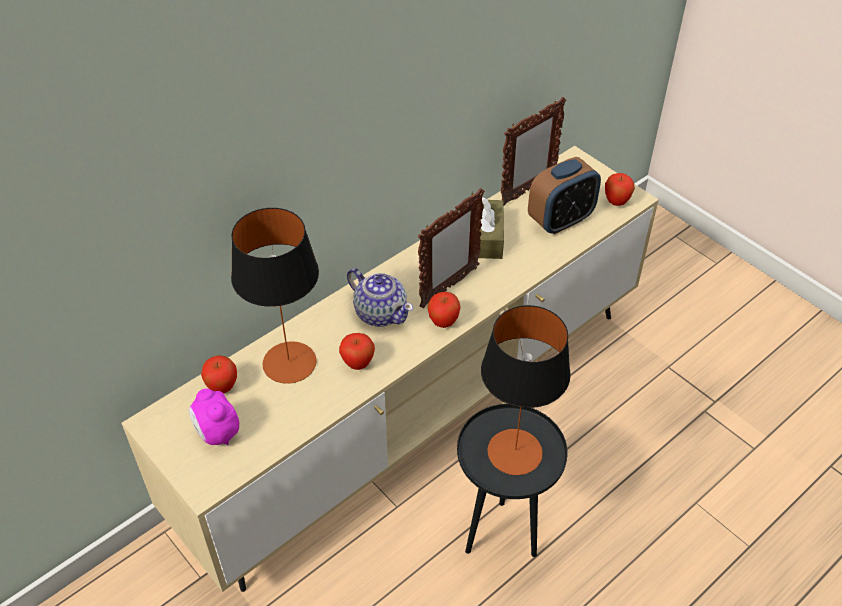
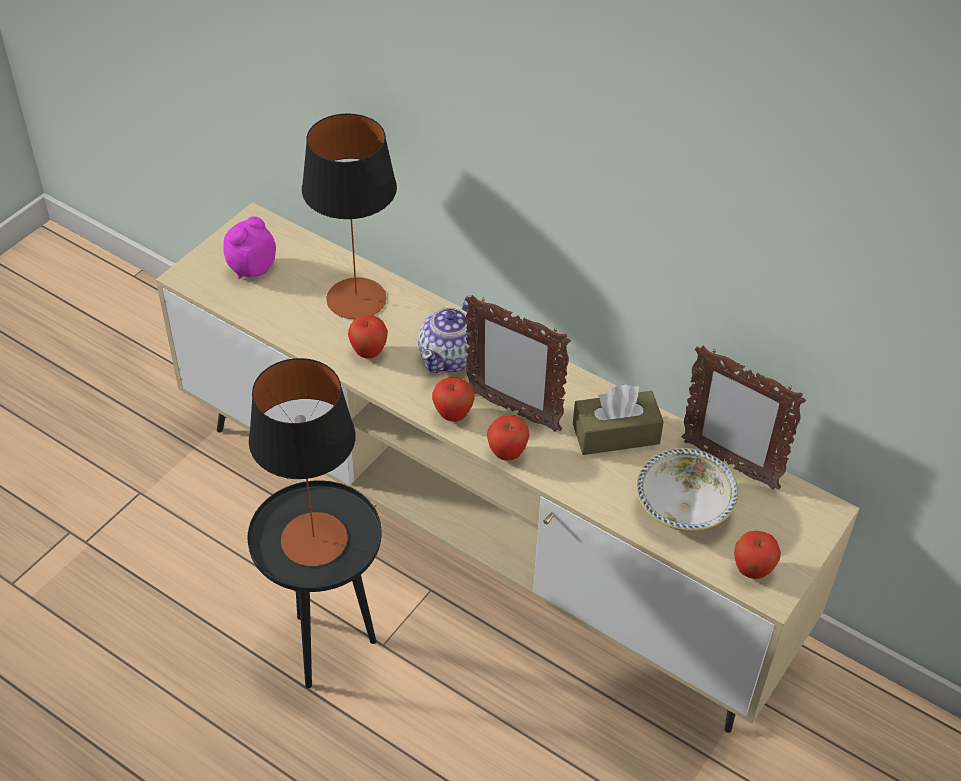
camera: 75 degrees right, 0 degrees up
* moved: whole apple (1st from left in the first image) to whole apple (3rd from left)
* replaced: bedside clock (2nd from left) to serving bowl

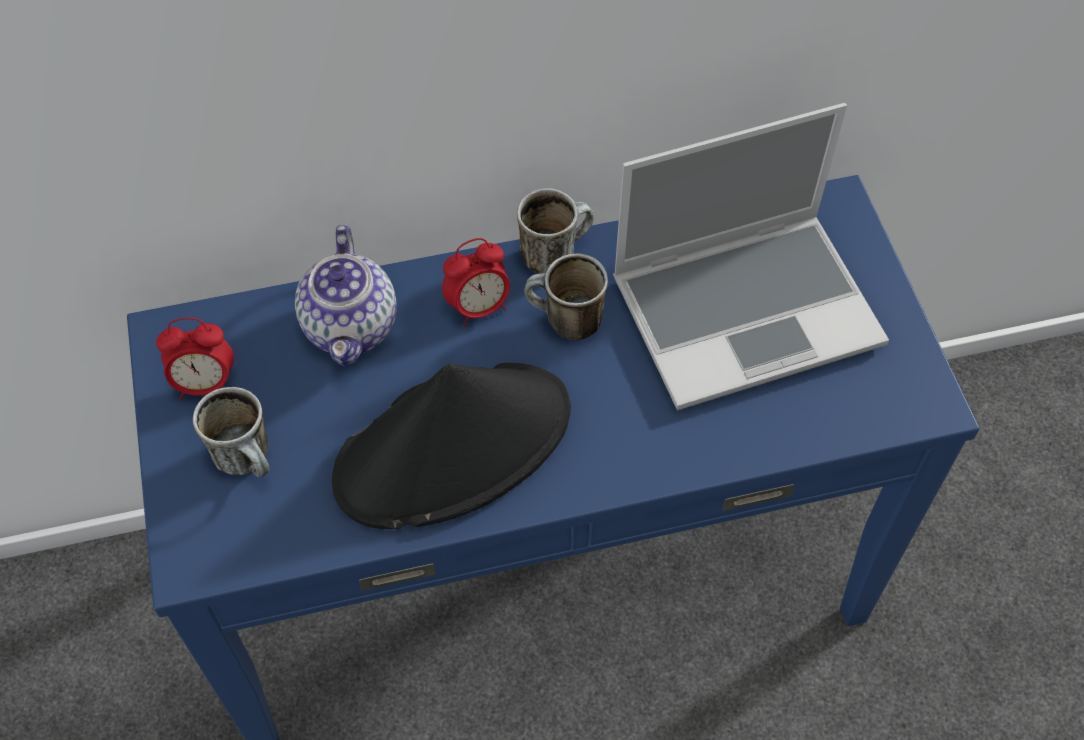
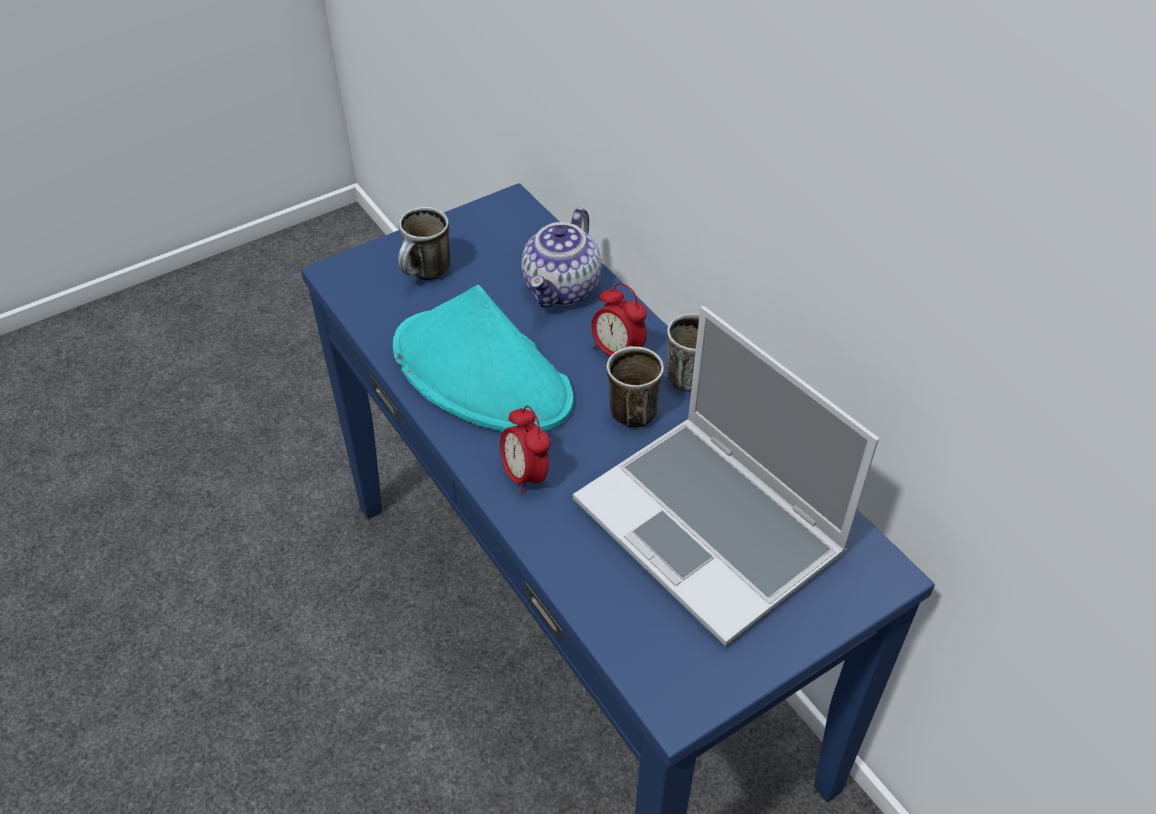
camera: 70 degrees right, 10 degrees down
* moved: bedside clock (1st from left)
* recoloured: black-coloured hat to blue-green hat
* turned: pot for tea 45 degrees counterclockwise

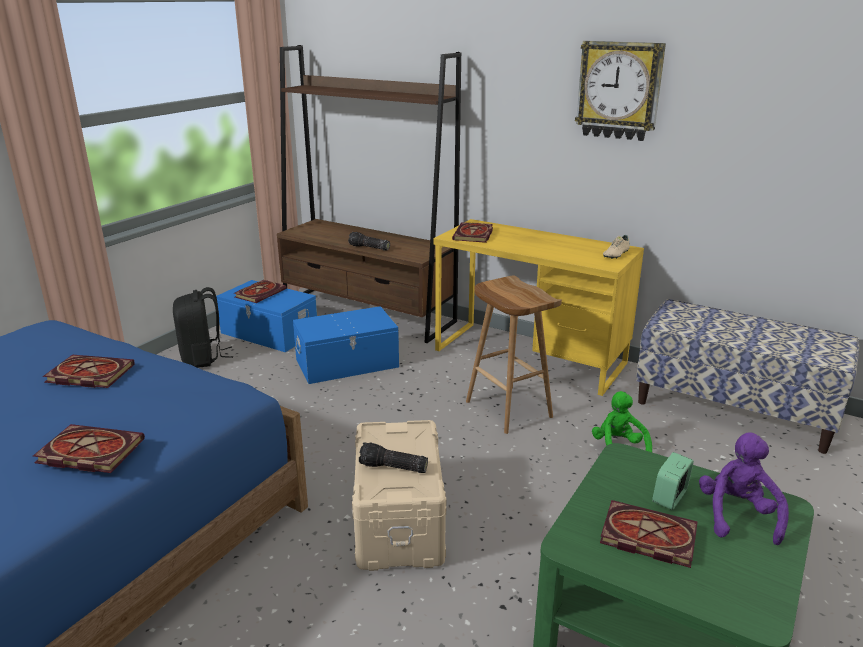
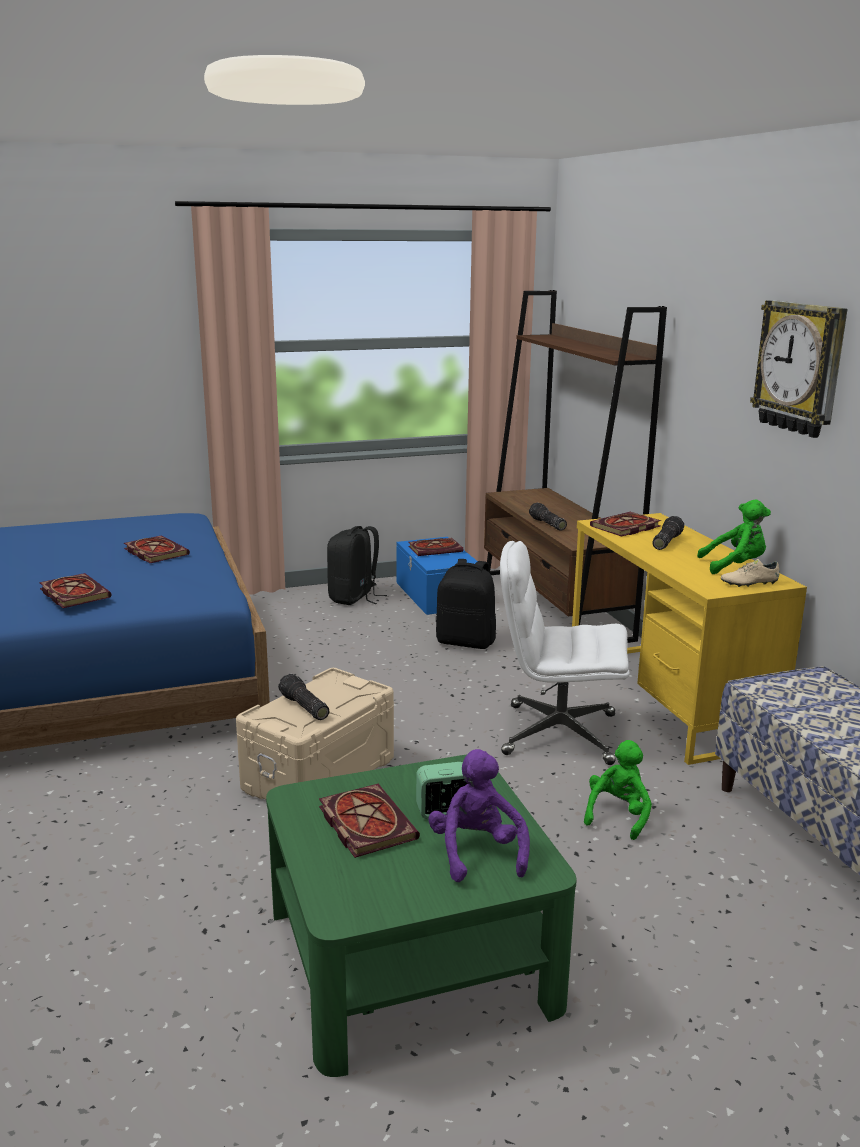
camera: 40 degrees right, 5 degrees down
* added: flashlight (3rd from left)
* added: green-coloured soft toy (2nd from left)
* replaced: bluish storage box (2nd from left) to black-coloured knapsack (2nd from left)
* replaced: brown-coloured stool to white-coloured desk chair
* turned: purple soft toy 60 degrees counterclockwise

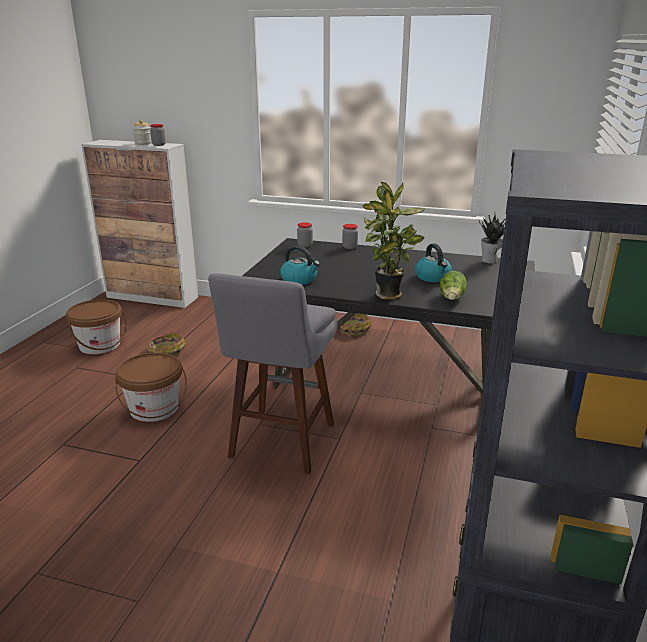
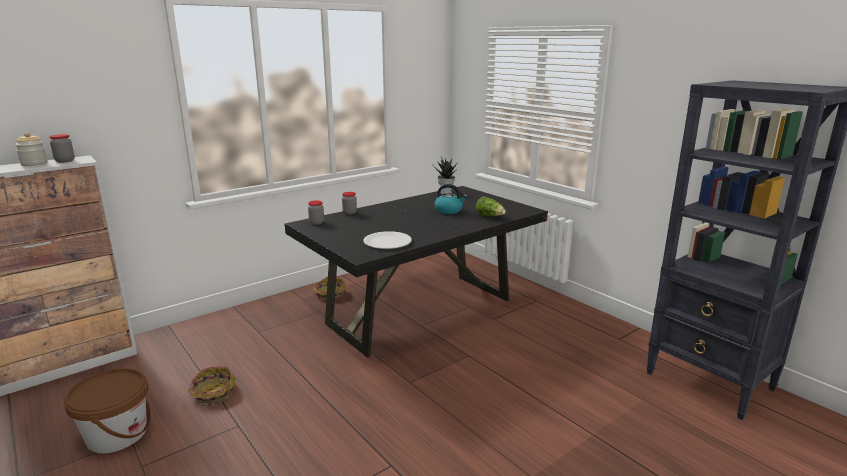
camera: 55 degrees left, 5 degrees down
* removed: brown-coloured bucket (2nd from left)
* removed: greyish stool
* removed: plant in a pot (1st from left)
* replaced: kettle (1st from left) to white-coloured dinner plate

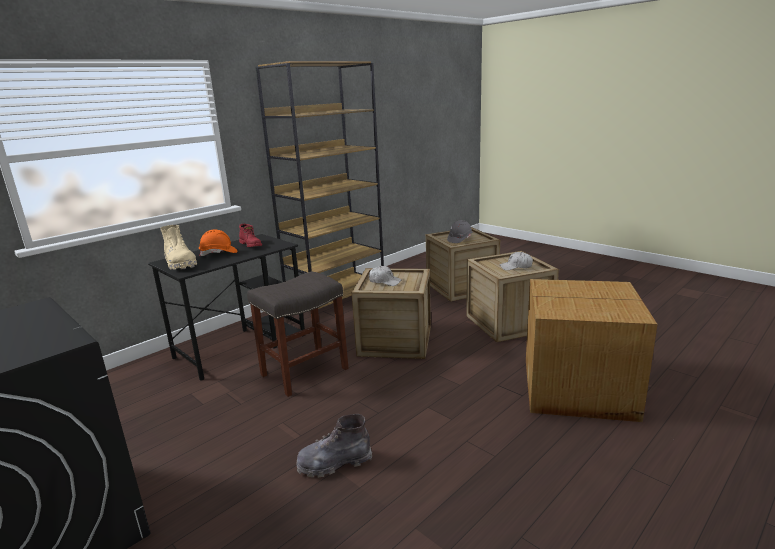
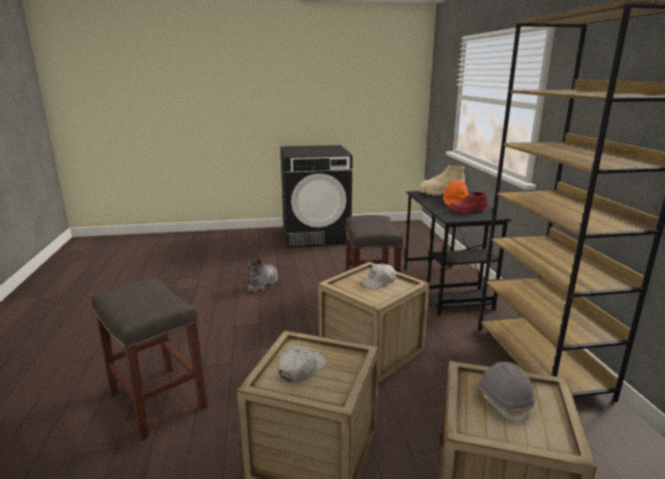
camera: 125 degrees right, 0 degrees up
* replaced: cardboard box to greyish stool (1st from left)

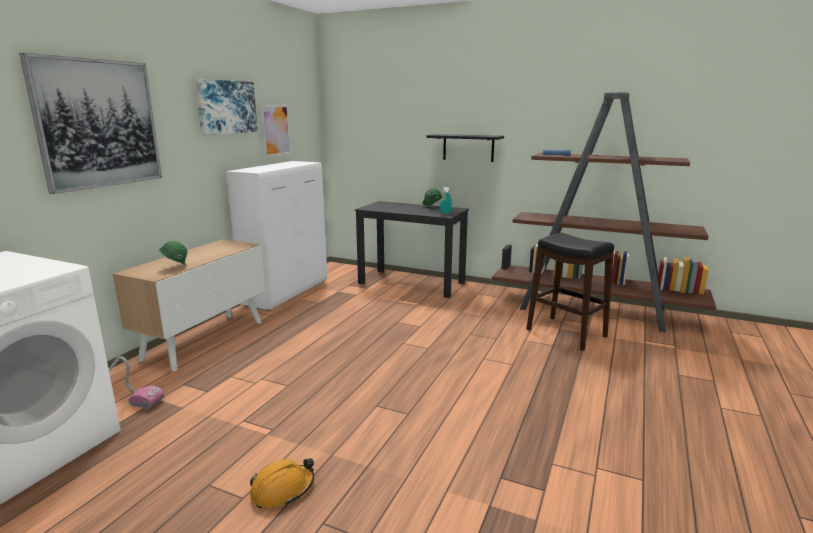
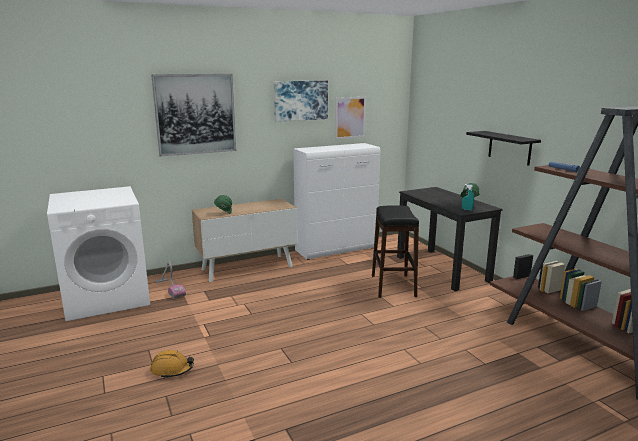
camera: 40 degrees right, 0 degrees up
* moved: black-coloured stool

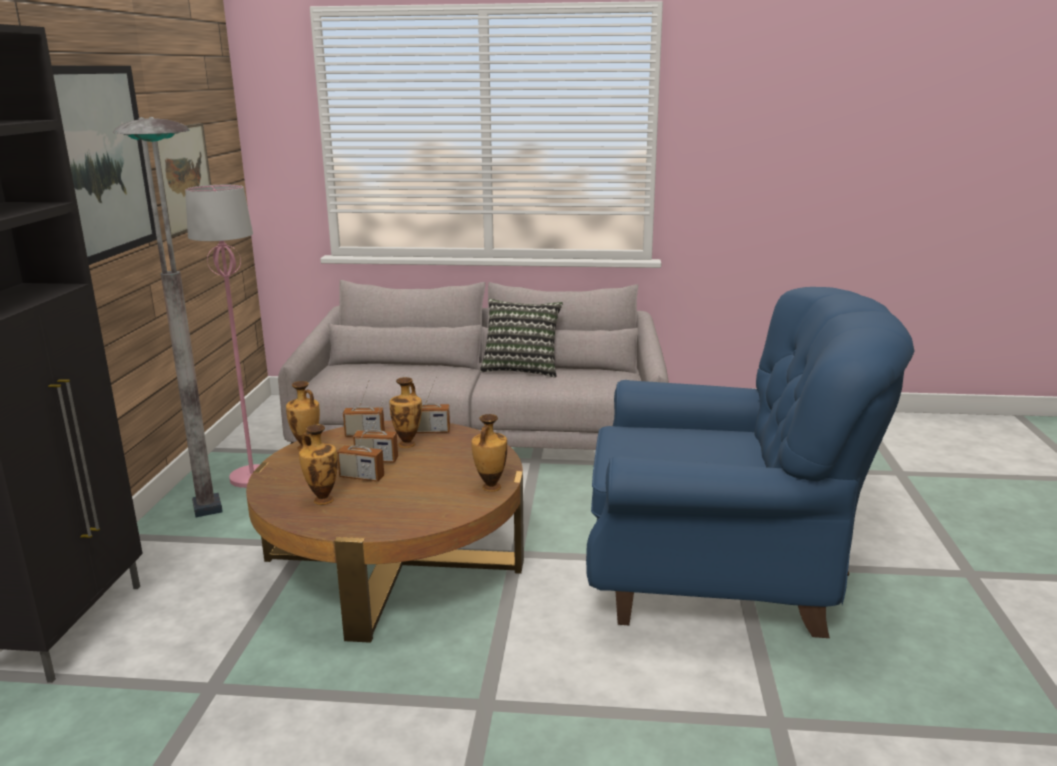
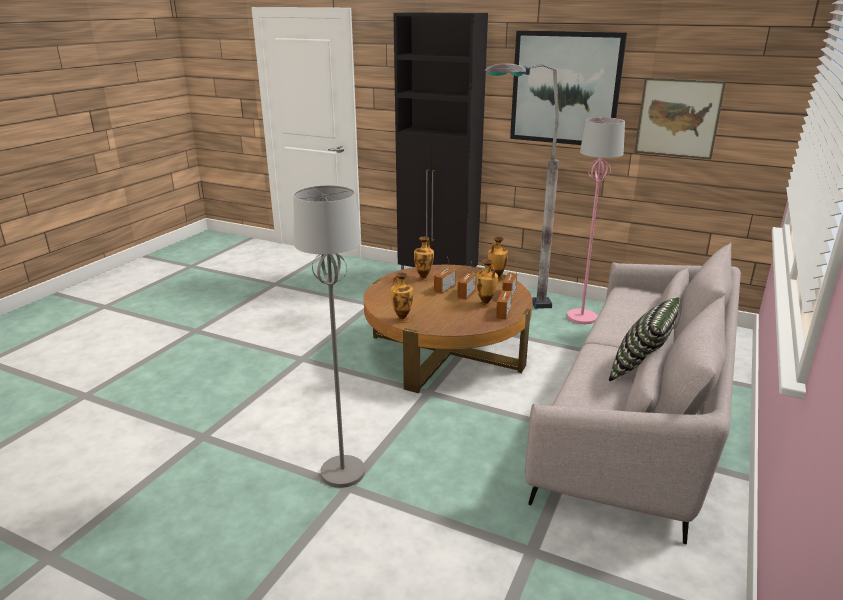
camera: 110 degrees right, 5 degrees up
* replaced: bluish armchair to greyish floor lamp (1st from left)

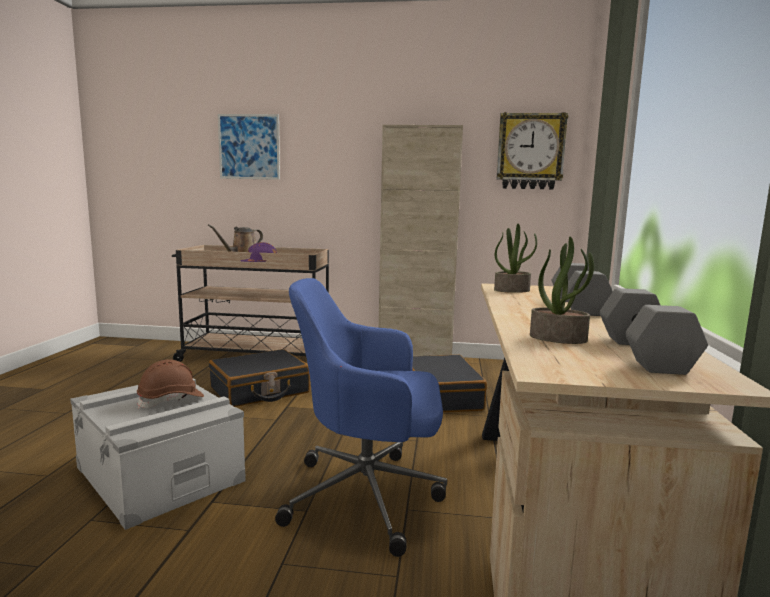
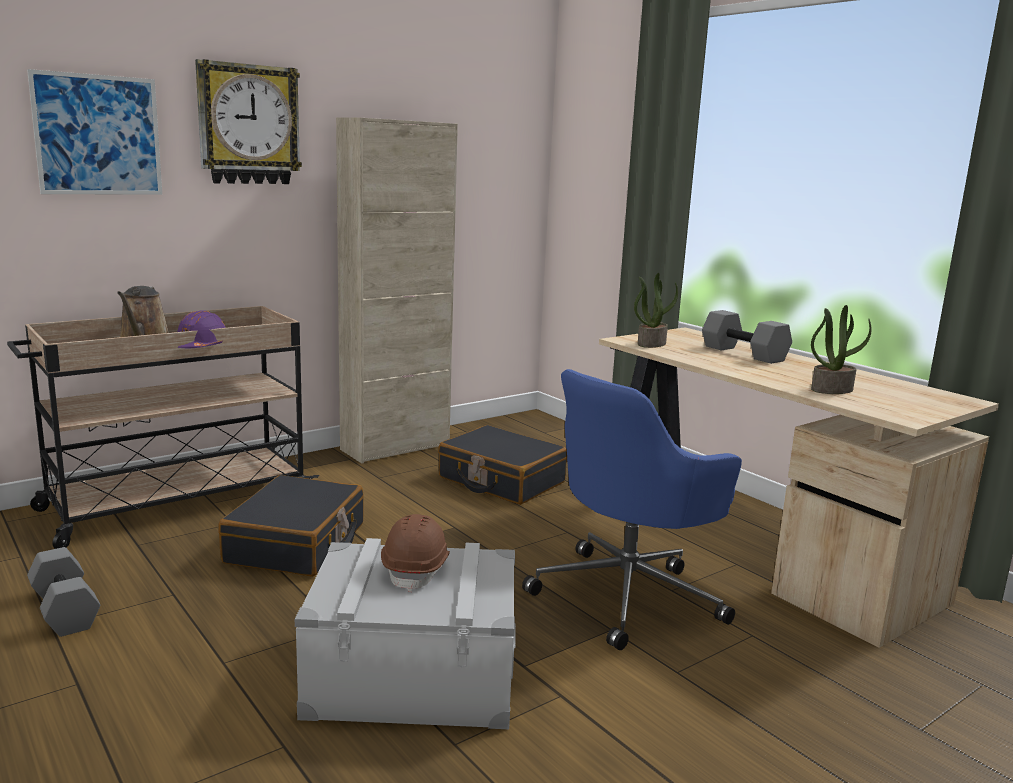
camera: 45 degrees left, 5 degrees up
* moved: hanging clock
* moved: greyish dumbbell (2nd from left in the first image) to greyish dumbbell (1st from left)

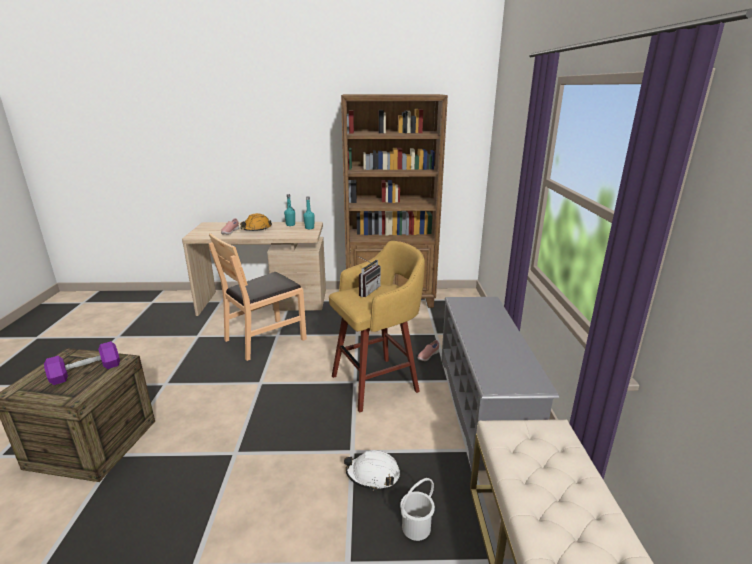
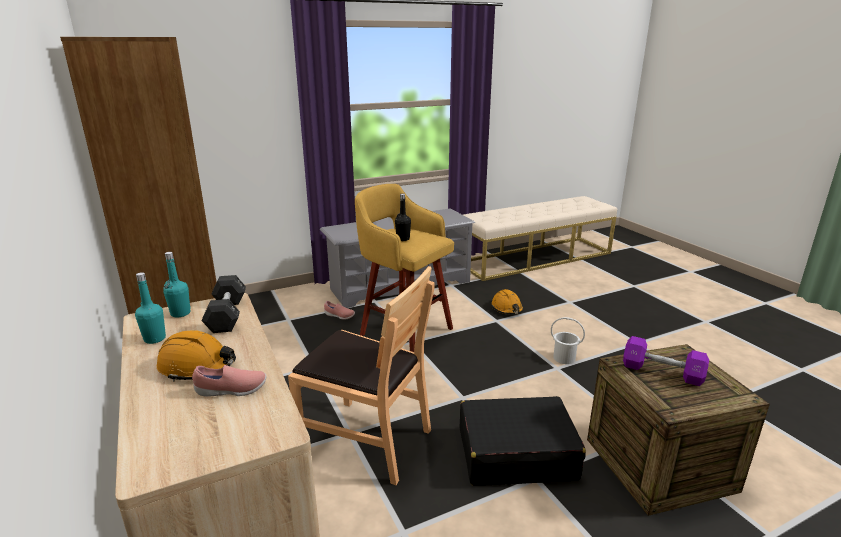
camera: 115 degrees left, 0 degrees up
* added: black-coloured dumbbell
* added: black-coloured piece of luggage
* moved: white-coloured bucket
* replaced: radio set to black-coloured bottle
* recoloured: white-coloured safety helmet to orangey safety helmet (2nd from left)

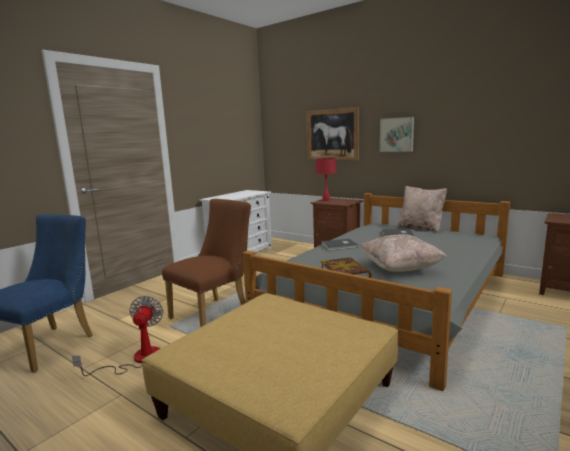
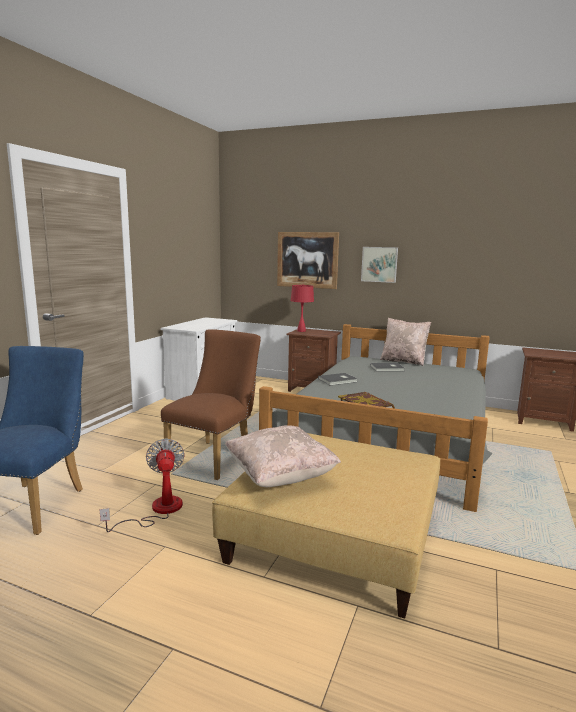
camera: 15 degrees left, 0 degrees up
* moved: beige pillow (1st from left)

